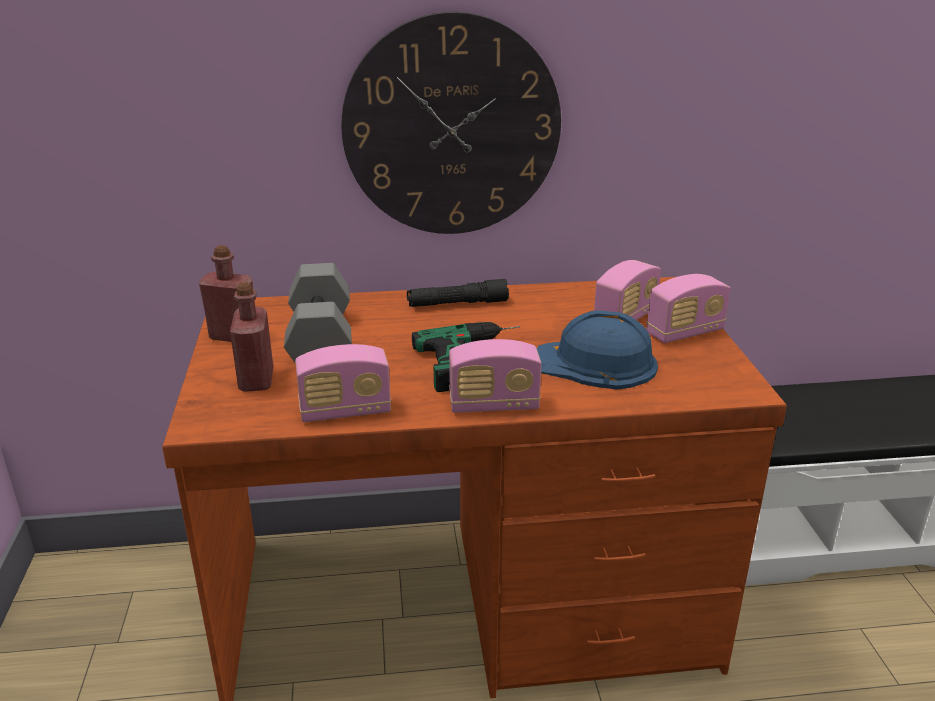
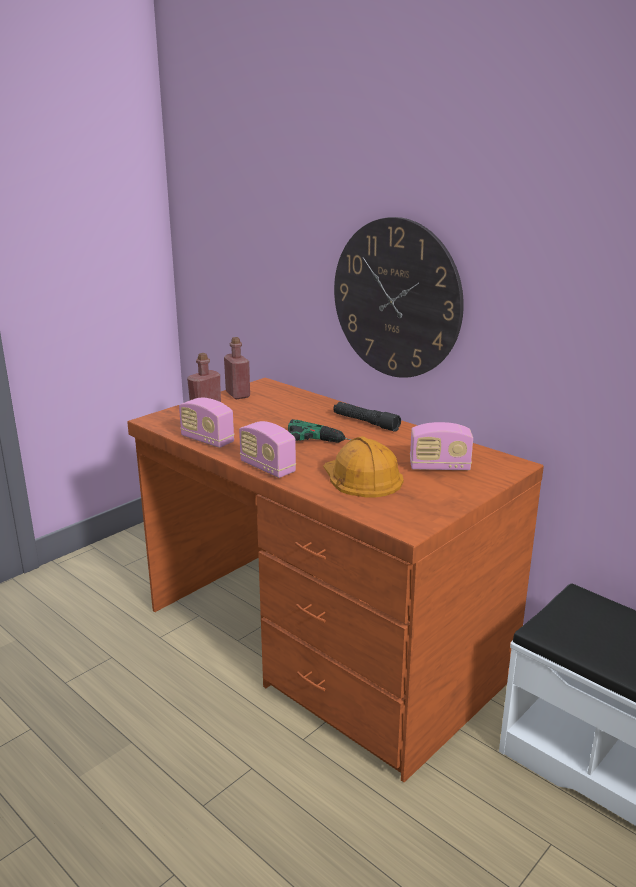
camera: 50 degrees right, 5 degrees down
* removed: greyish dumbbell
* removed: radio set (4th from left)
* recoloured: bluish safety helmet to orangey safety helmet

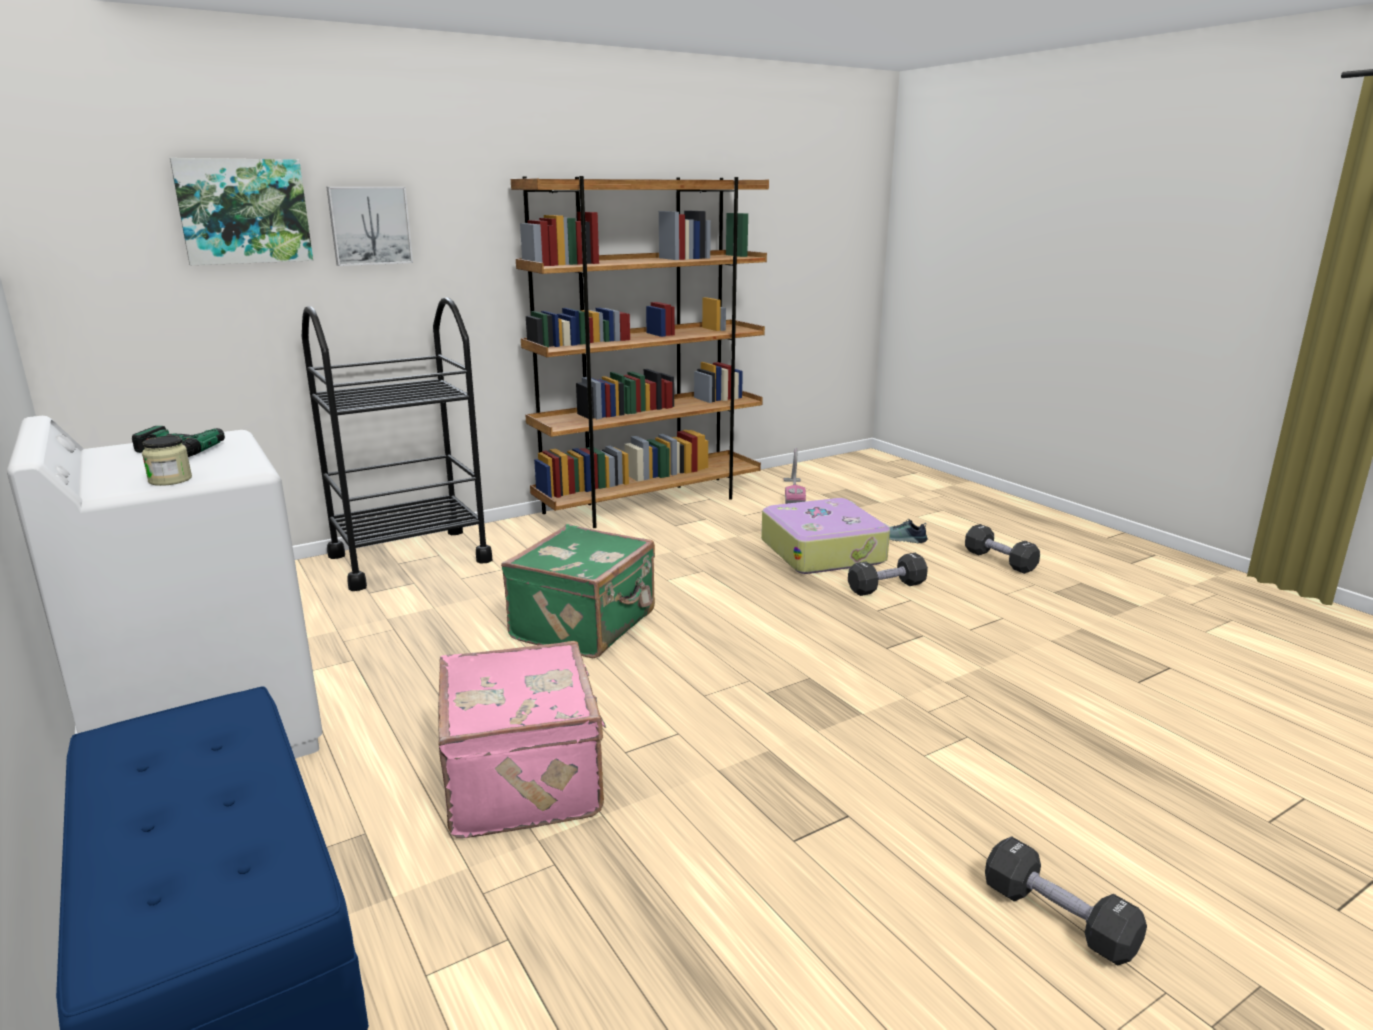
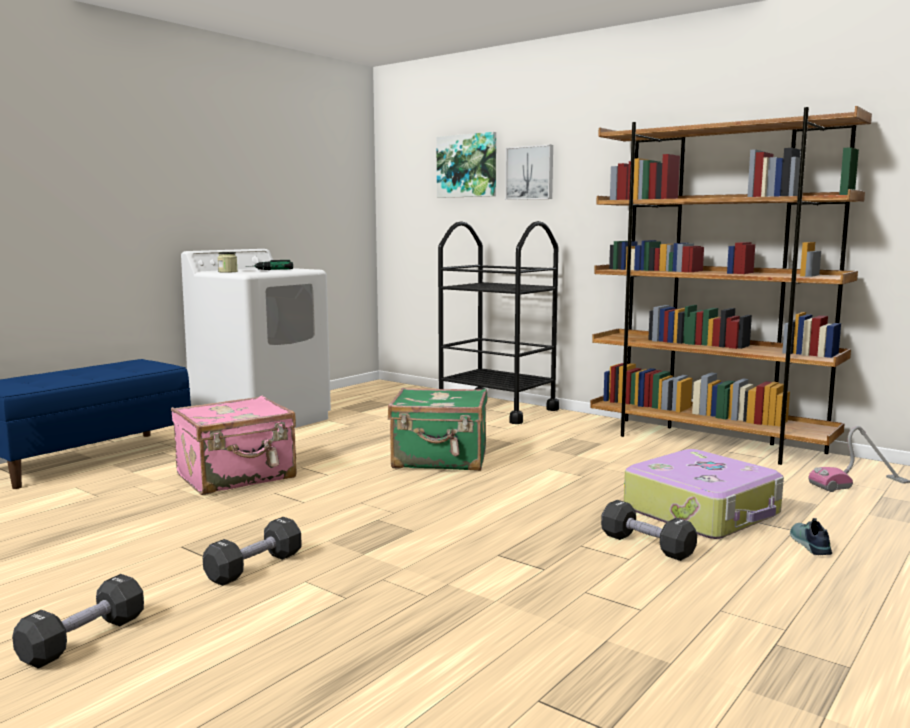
camera: 70 degrees right, 10 degrees down
* moved: black-coloured dumbbell (2nd from left)

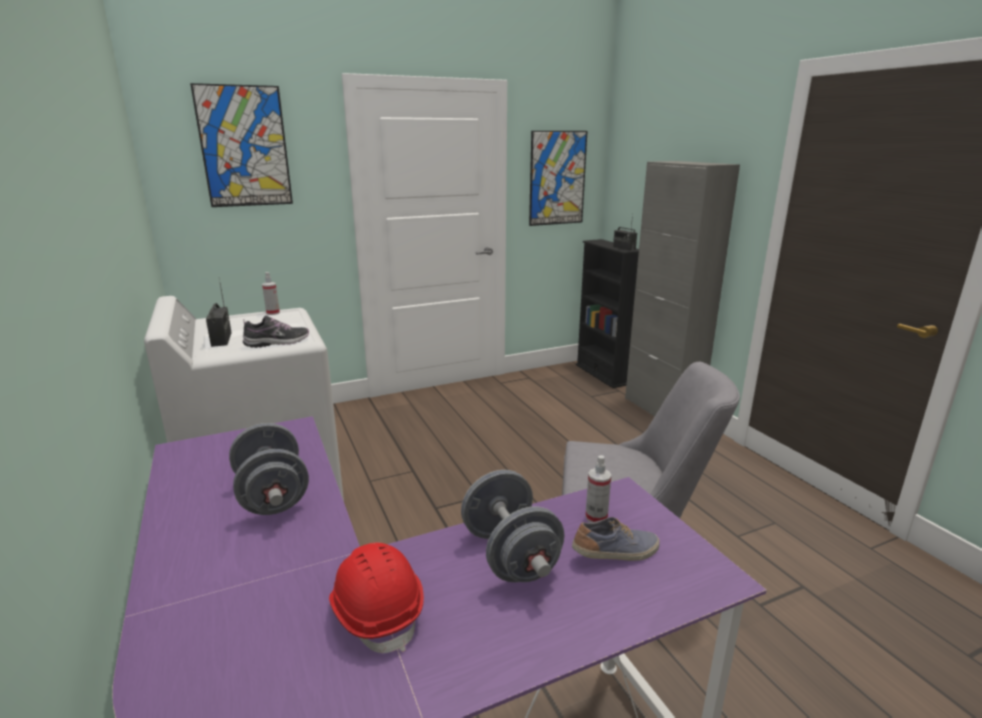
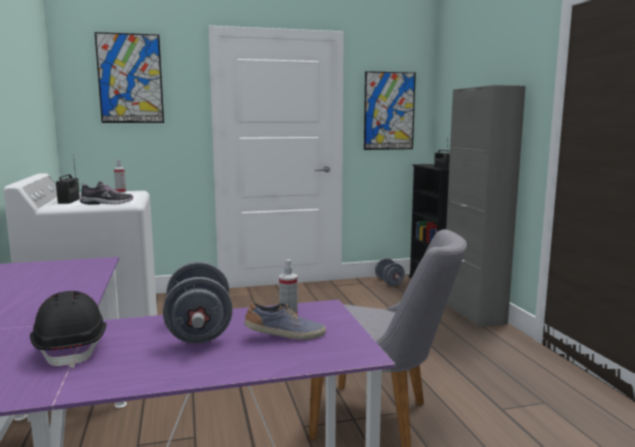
camera: 10 degrees right, 10 degrees down
* moved: greyish dumbbell (1st from left in the first image) to greyish dumbbell (2nd from left)
* recoloured: red-coloured safety helmet to black-coloured safety helmet

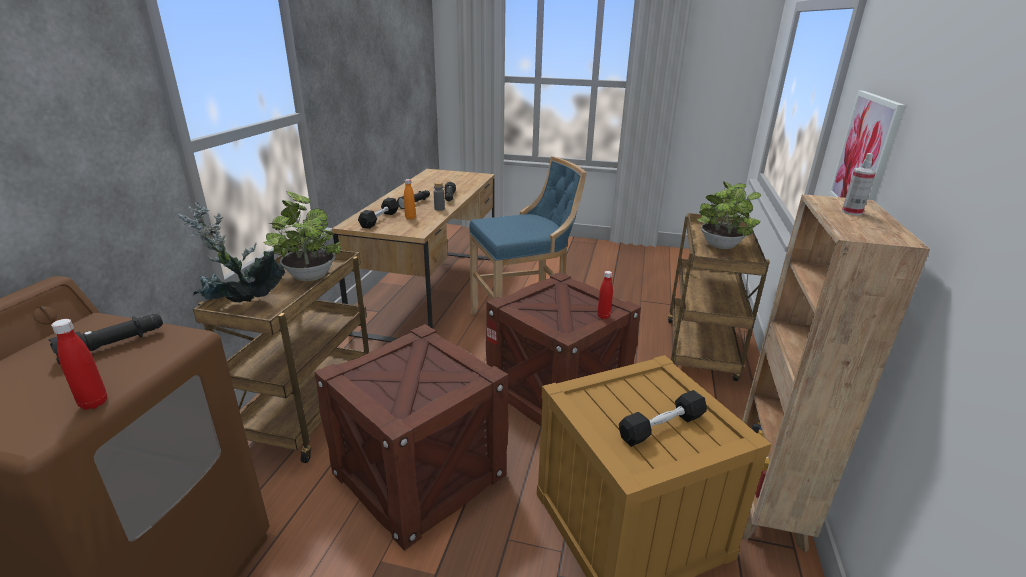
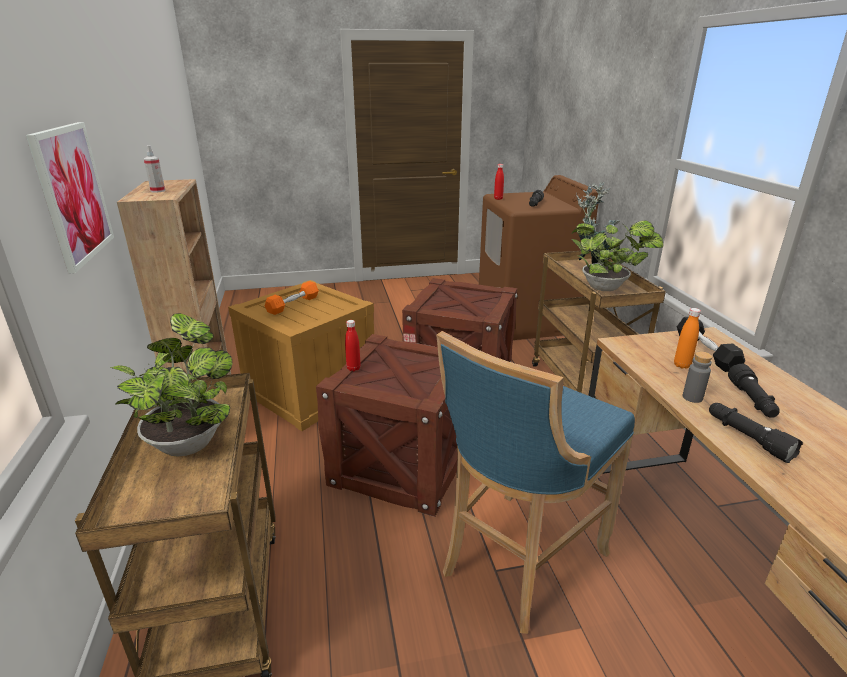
camera: 155 degrees right, 0 degrees up
* recoloured: black-coloured dumbbell (2nd from left) to orangey dumbbell

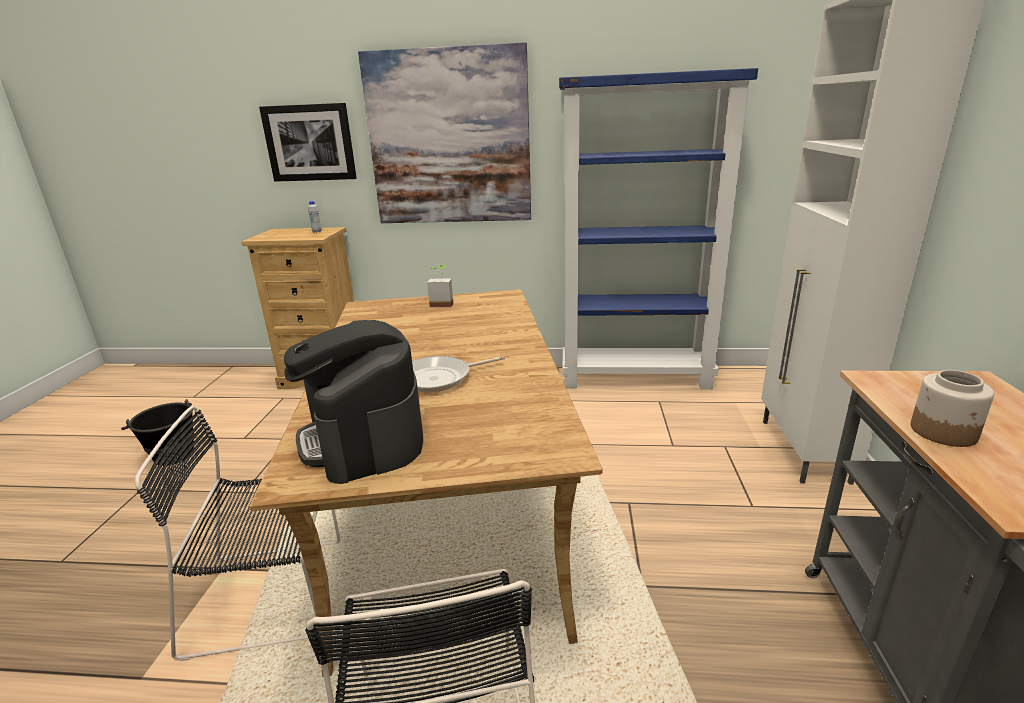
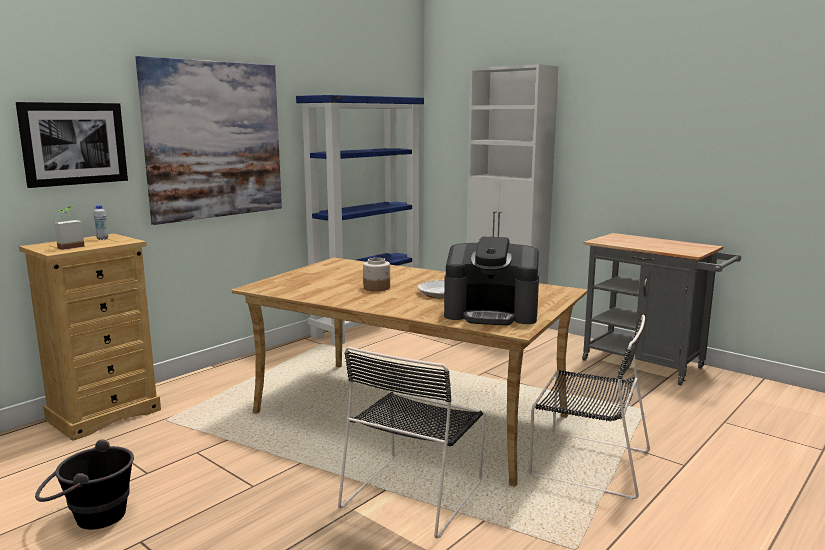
camera: 55 degrees left, 10 degrees down
* moved: plant in a pot
* moved: jar

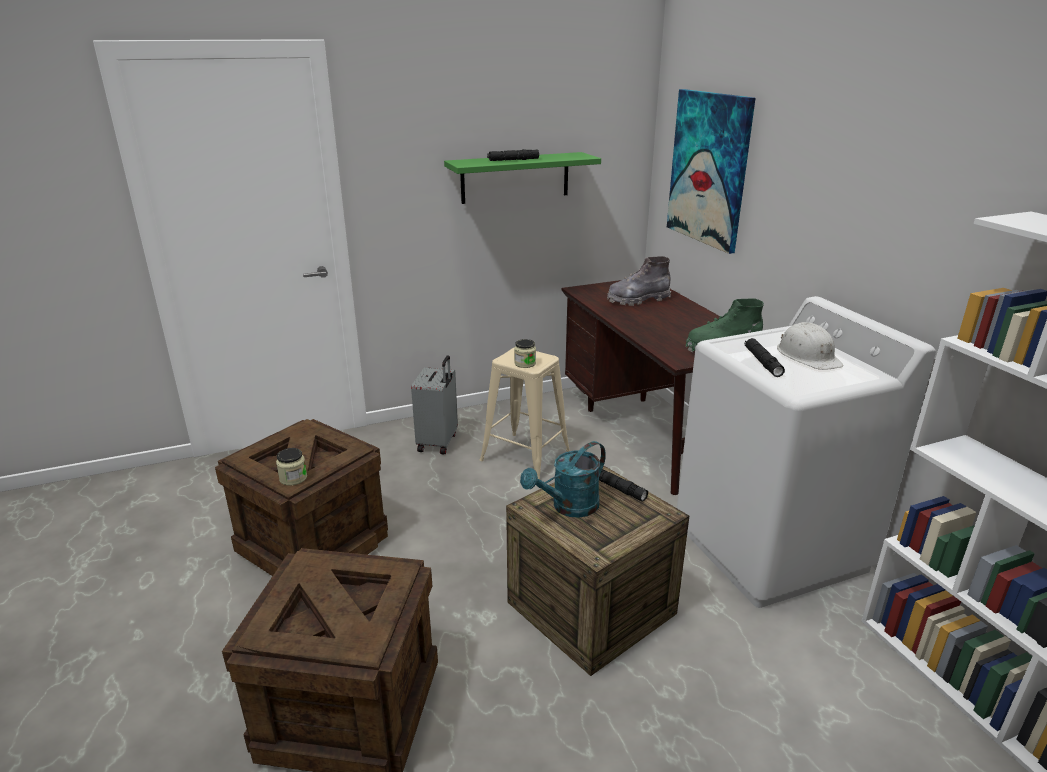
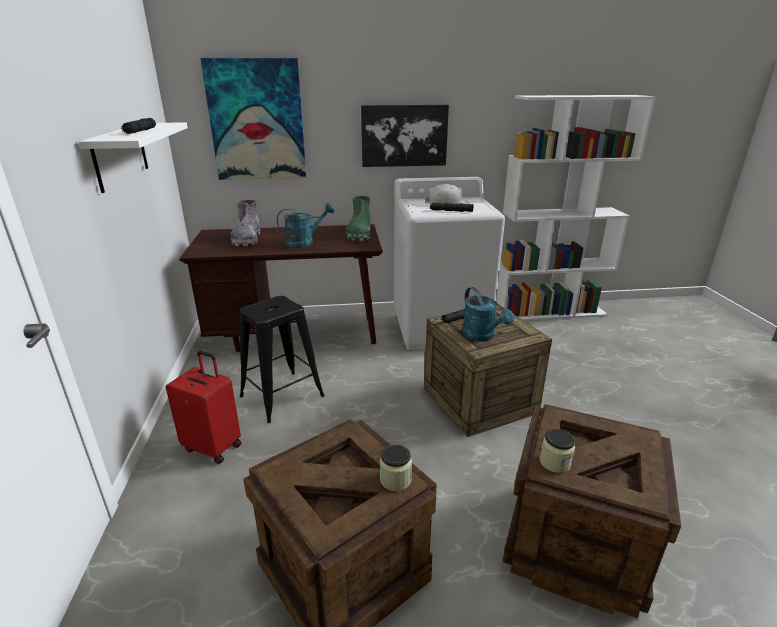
camera: 75 degrees left, 0 degrees up
* added: blue-green watering pot (1st from left)
* added: picture (2nd from left)
* moved: jar (2nd from left)
* recoloured: greyish piece of luggage to red-coloured piece of luggage
* recoloured: green-coloured wall shelf to white-coloured wall shelf
* recoloured: beige stool to black-coloured stool

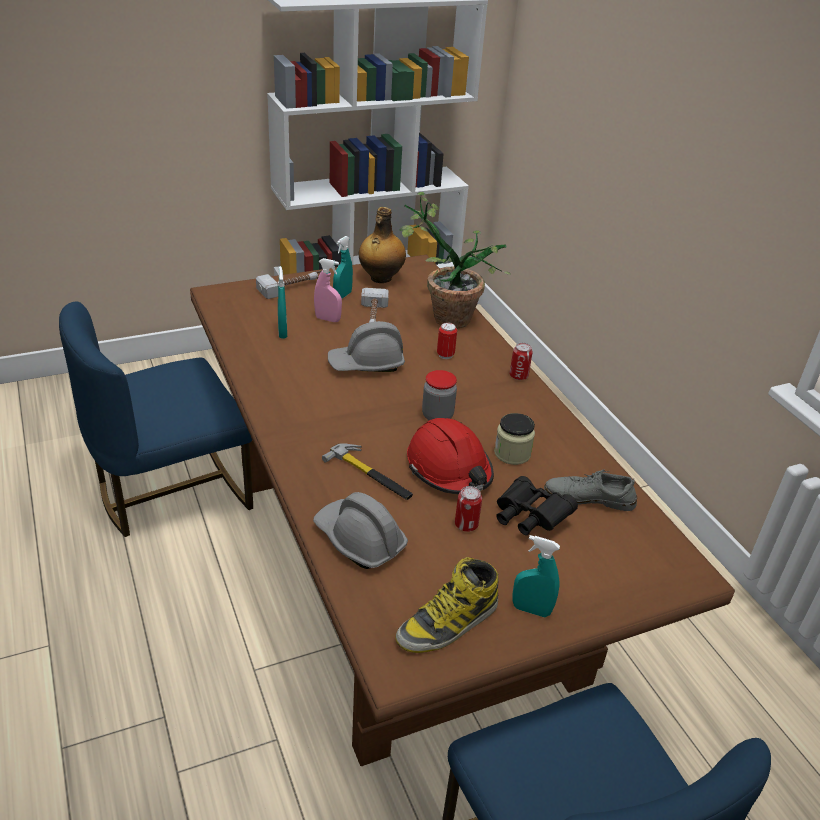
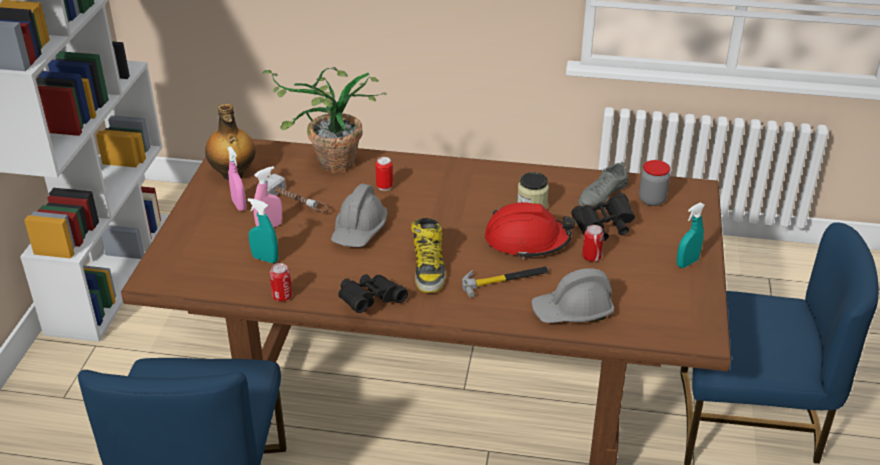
camera: 55 degrees left, 0 degrees up
* removed: tool hammer (1st from left)
* added: black-coloured field glasses (1st from left)
* moved: high-top boot
* moved: jar (1st from left in the first image) to jar (2nd from left)
* moved: metal can (3rd from left in the first image) to metal can (1st from left)
* recoloured: blue-green spray bottle (2nd from left) to pinkish spray bottle (1st from left)

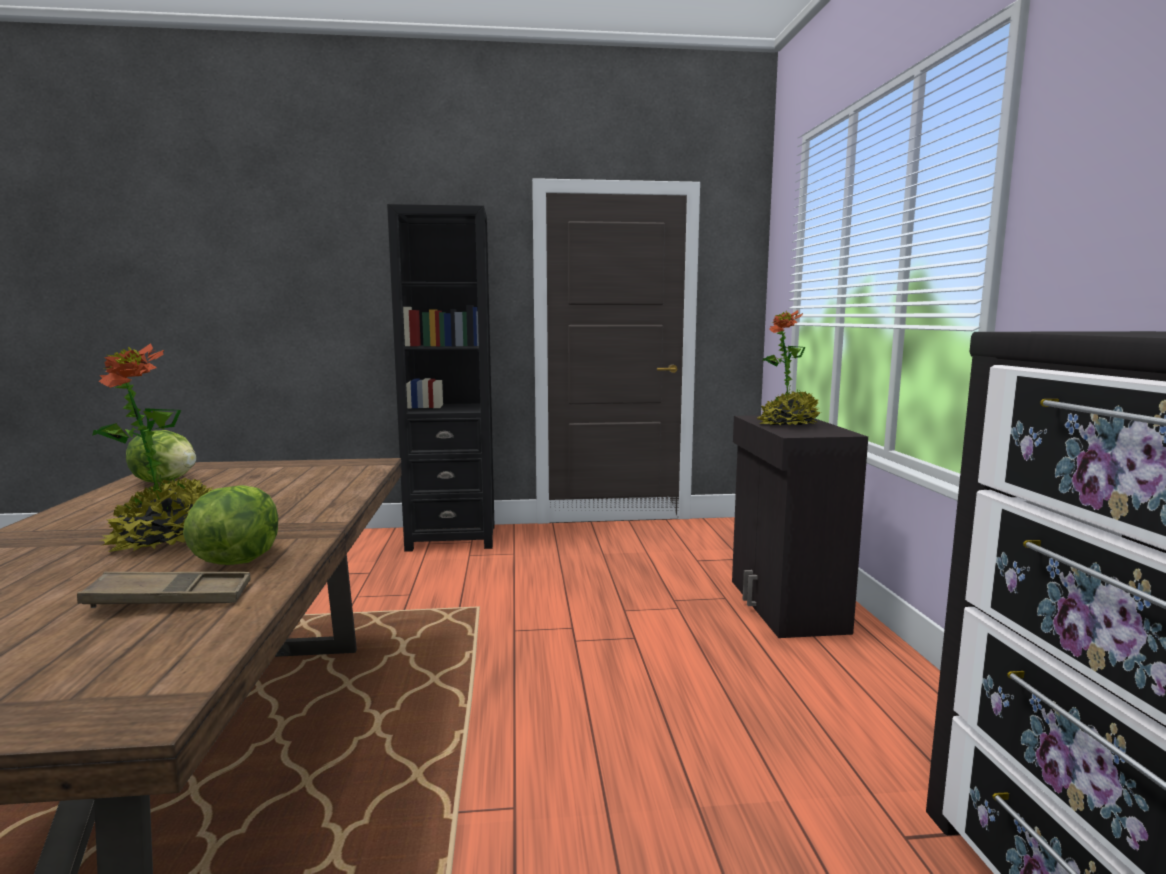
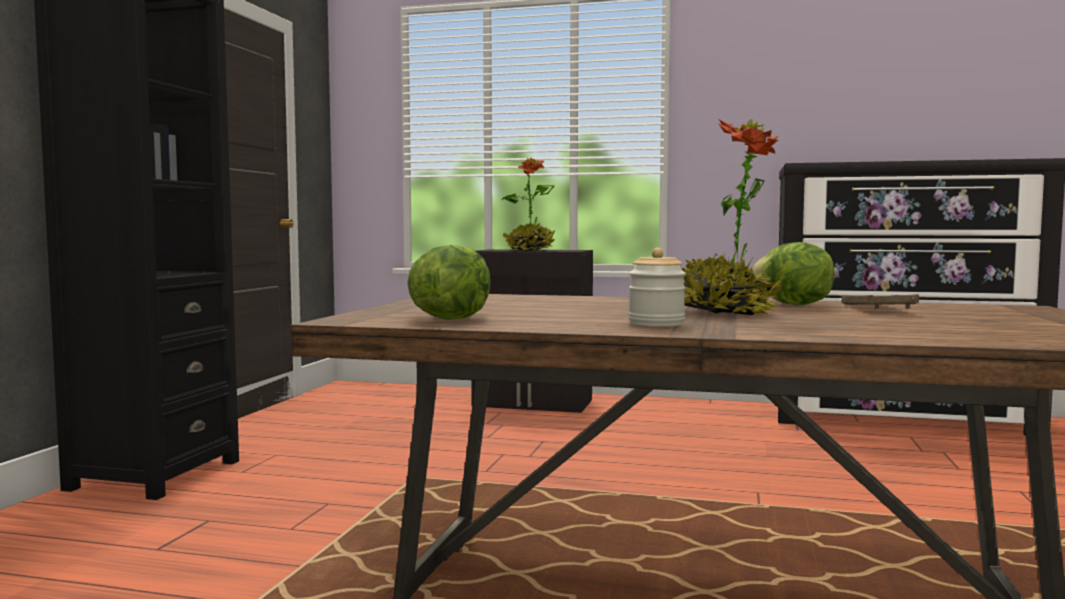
camera: 70 degrees left, 5 degrees down
* added: jar

